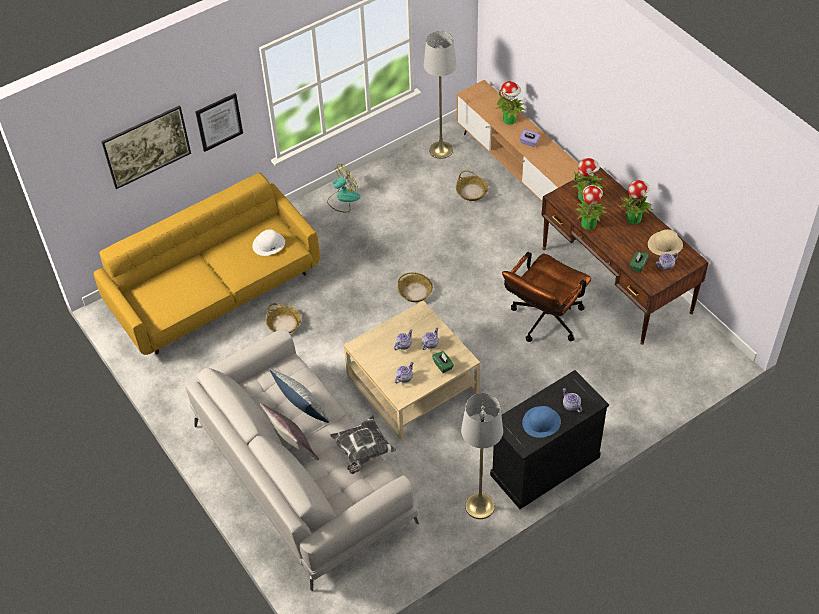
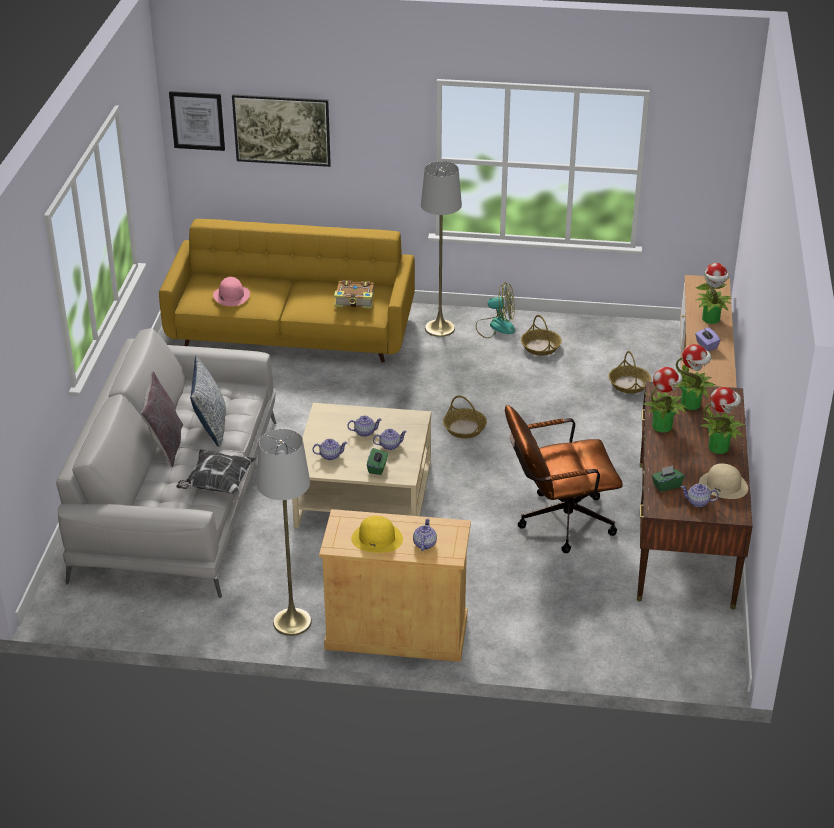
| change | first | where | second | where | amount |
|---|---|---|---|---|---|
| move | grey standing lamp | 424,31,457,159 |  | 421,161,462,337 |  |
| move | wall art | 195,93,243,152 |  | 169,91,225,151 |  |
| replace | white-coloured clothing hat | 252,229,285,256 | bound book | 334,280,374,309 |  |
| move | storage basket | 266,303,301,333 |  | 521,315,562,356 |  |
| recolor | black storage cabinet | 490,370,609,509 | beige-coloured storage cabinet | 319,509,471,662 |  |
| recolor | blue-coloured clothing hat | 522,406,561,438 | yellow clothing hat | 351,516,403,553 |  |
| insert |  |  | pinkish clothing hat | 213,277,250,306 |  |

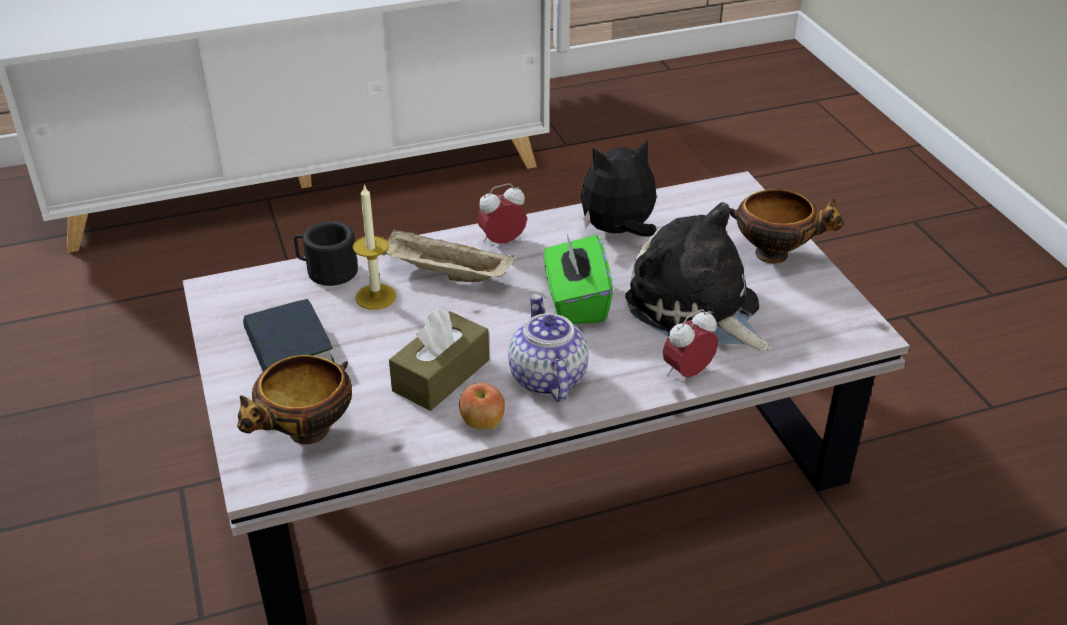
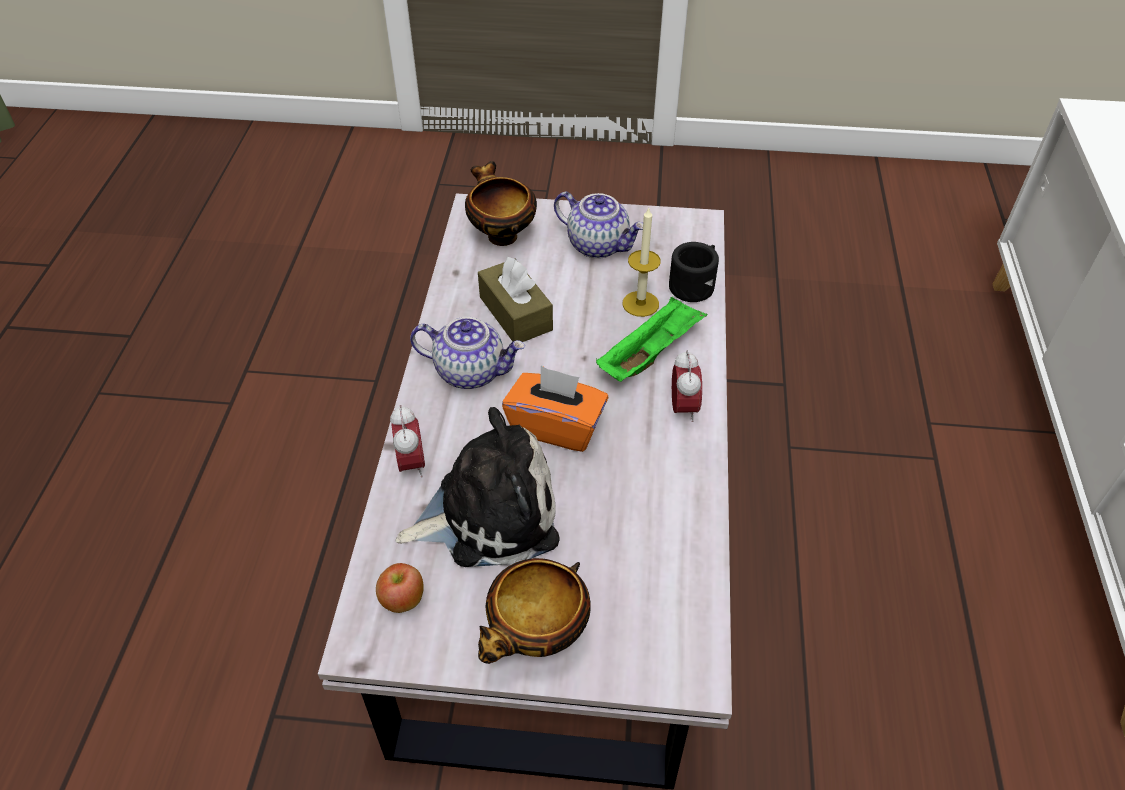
| change | first | where | second | where | amount |
|---|---|---|---|---|---|
| delete | plush toy | 581,139,657,237 |  |  |  |
| recolor | beige-coloured tray | 381,228,515,282 | green-coloured tray | 596,297,707,382 |  |
| recolor | green-coloured tissue box | 544,234,613,324 | orange tissue box | 502,366,608,452 |  |
| replace | bound book | 243,299,335,371 | teapot | 554,192,643,259 |  |
| move | whole apple | 459,383,505,430 |  | 376,563,423,613 |  |

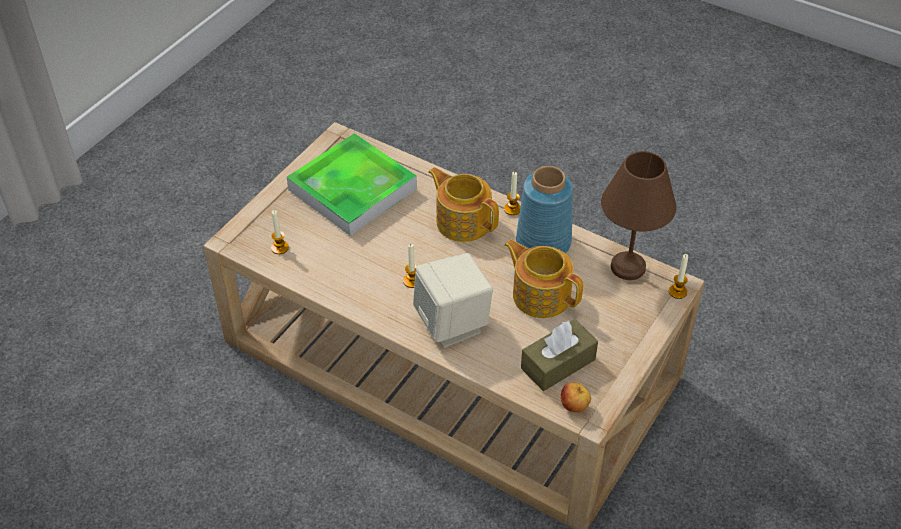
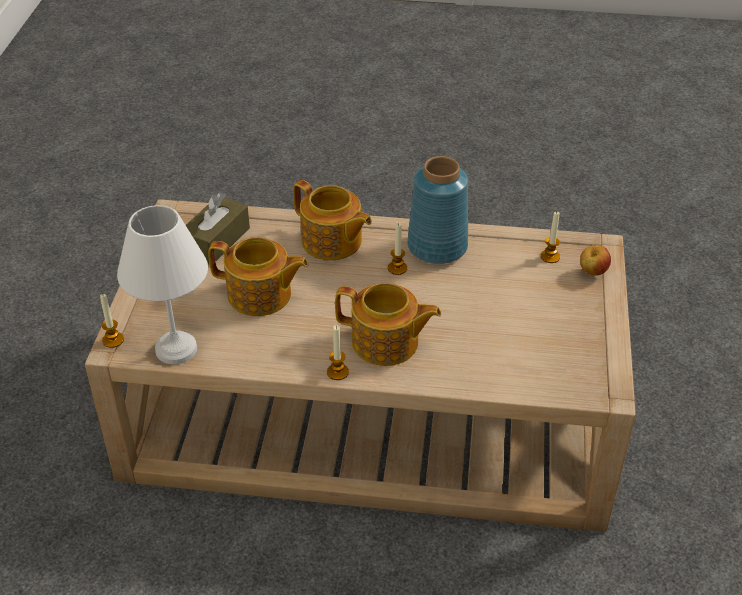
| change | first | where | second | where | amount |
|---|---|---|---|---|---|
| delete | tray | 287,133,417,236 |  |  |  |
| recolor | brown lamp for a table | 601,151,677,280 | white-coloured lamp for a table | 117,205,208,364 |  |
| move | blue-coloured flower vase | 516,166,573,254 |  | 407,156,468,264 |  |
| replace | beige-coloured loudspeaker | 413,253,493,348 | teapot | 293,180,372,261 |  |
| move | whole apple | 561,382,591,412 |  | 580,245,611,276 |  |

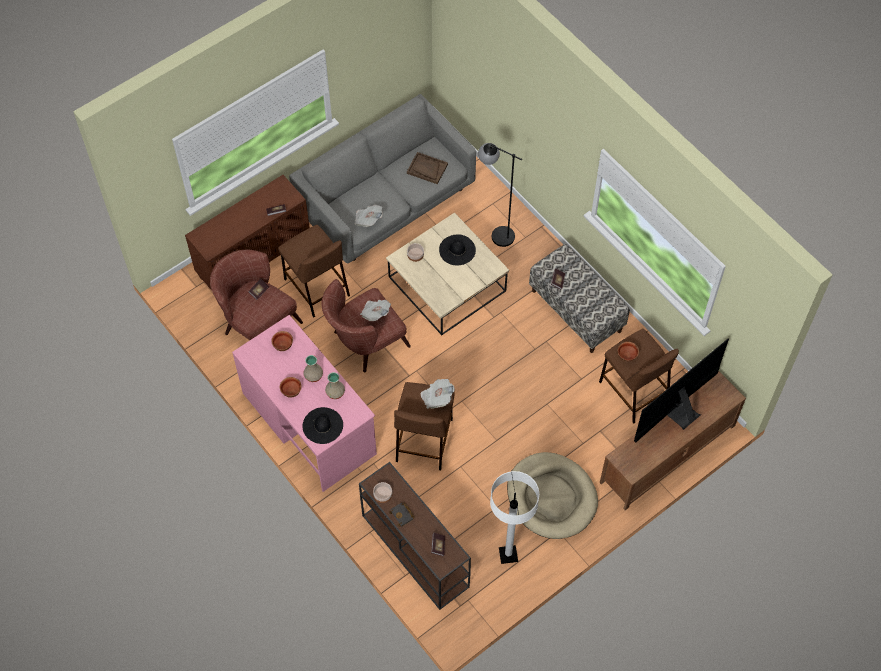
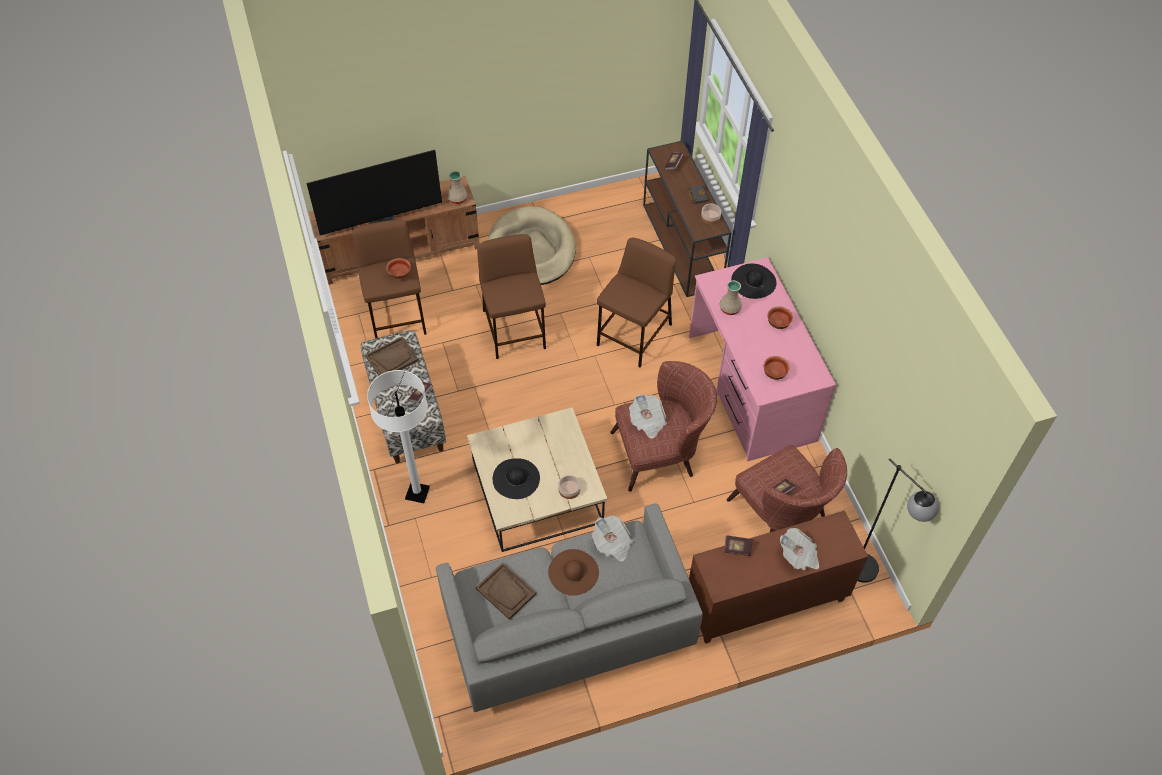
| change | first | where | second | where | amount |
|---|---|---|---|---|---|
| move | black standing lamp | 478,143,522,247 |  | 858,458,939,583 |  |
| move | brown sitting stool | 278,225,350,318 |  | 477,234,546,359 |  |
| move | beige-coloured flower vase | 304,355,323,382 |  | 447,171,467,204 |  |
| move | newspaper | 420,379,455,409 |  | 780,528,819,571 |  |
| move | white-coloured standing lamp | 490,471,539,564 |  | 367,370,430,503 |  |
| insert |  |  | brown tray | 365,336,419,376 |  |
| insert |  |  | brown clothing hat | 548,549,599,596 |  |

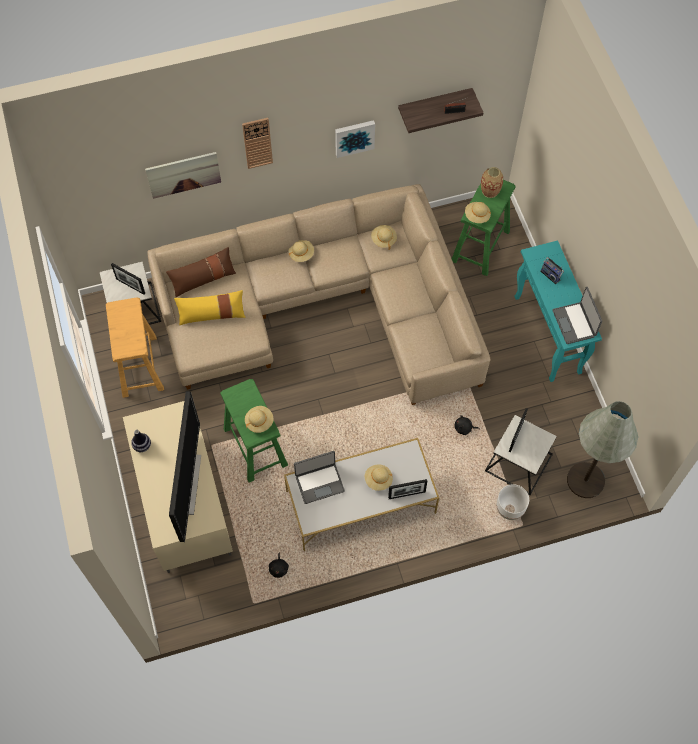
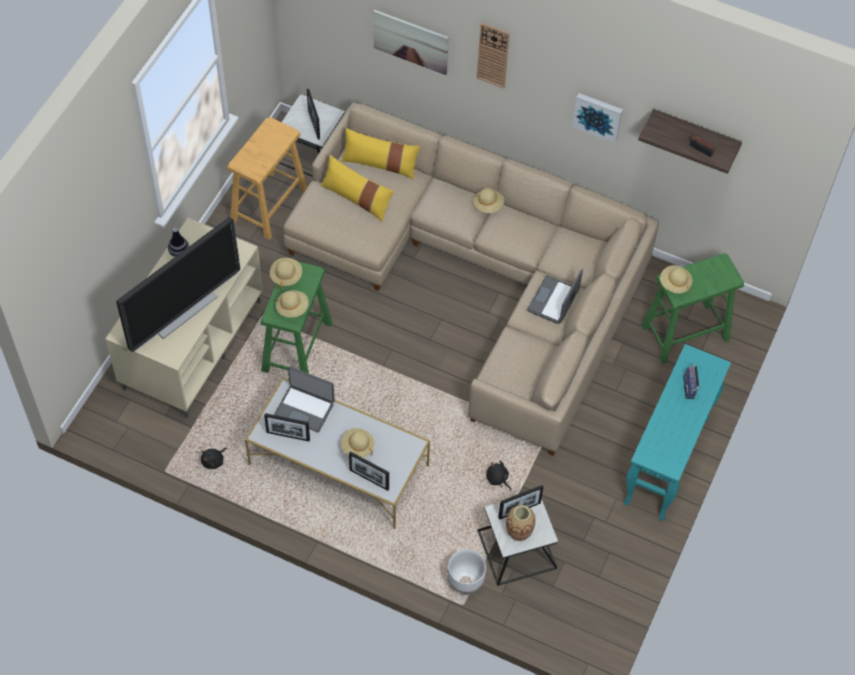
| change | first | where | second | where | amount |
|---|---|---|---|---|---|
| move | flower vase | 481,167,503,198 |  | 506,505,536,541 |  |
| move | beige-coloured clothing hat | 371,225,397,250 |  | 270,258,302,289 |  |
| recolor | brown pillow | 166,247,236,297 | yellow pillow | 341,128,420,179 |  |
| move | portable computer | 552,287,602,344 |  | 527,269,583,324 |  |
| delete | grey standing lamp | 567,401,638,498 |  |  |  |
| insert |  |  | standing frame | 264,413,310,441 |  |

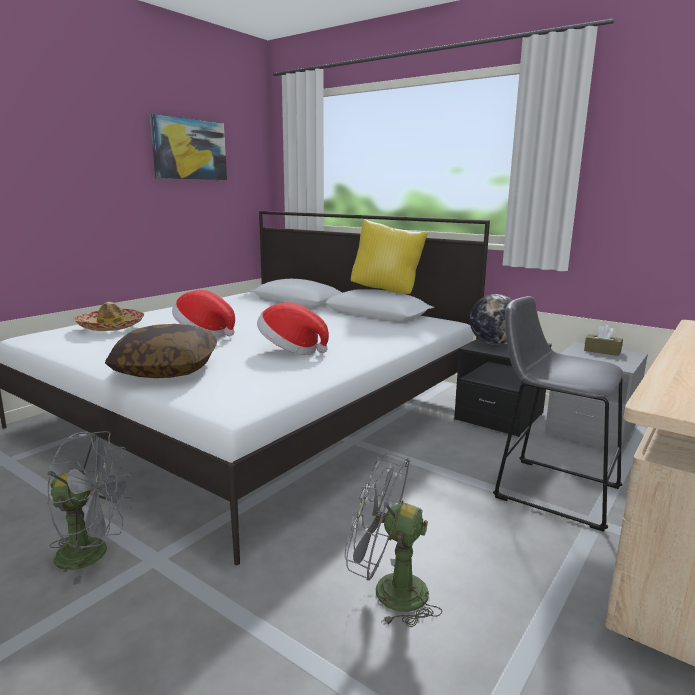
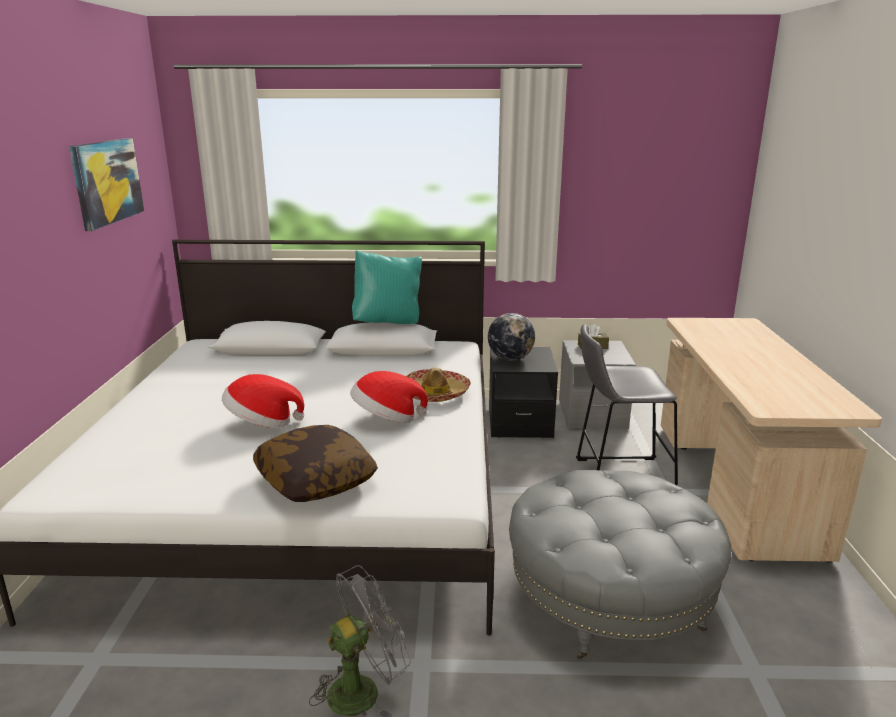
| change | first | where | second | where | amount |
|---|---|---|---|---|---|
| recolor | yellow pillow | 351,218,428,294 | blue-green pillow | 352,250,422,324 |  |
| move | clothing hat | 74,302,144,331 |  | 406,367,471,402 |  |
| replace | grey cooling fan | 345,453,442,627 | grey pouffe | 509,470,731,660 |  |

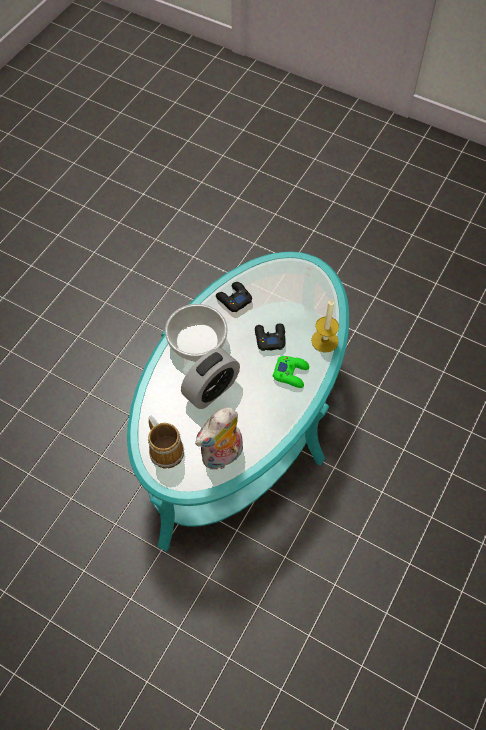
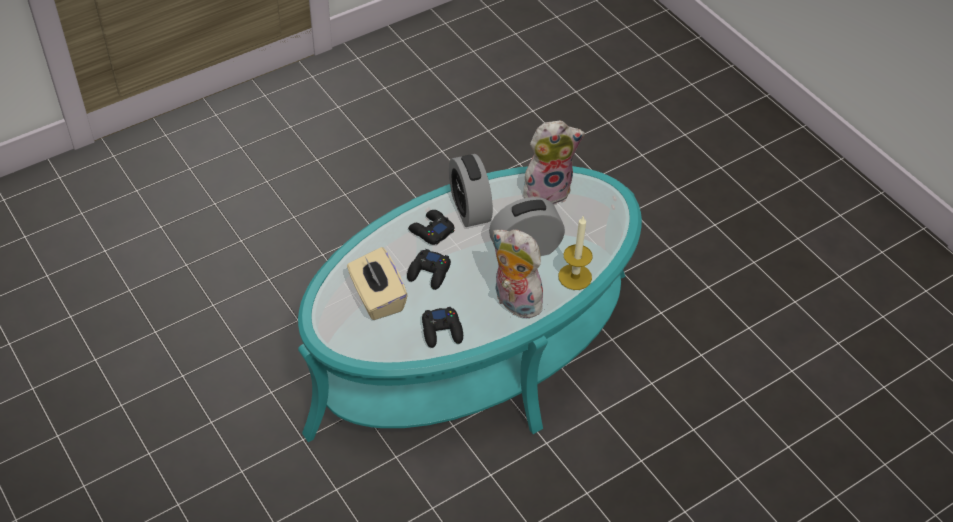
| change | first | where | second | where | amount |
|---|---|---|---|---|---|
| move | wax light | 311,299,339,353 |  | 558,216,593,290 |  |
| replace | serving bowl | 165,304,228,361 | plush toy | 492,229,543,319 |  |
| recolor | green-coloured gamepad | 273,356,309,388 | black gamepad | 408,210,454,245 |  |
| delete | coffee mug | 148,416,184,469 |  |  |  |
| insert |  |  | table clock | 449,154,493,227 |  |
| insert |  |  | beige-coloured tissue box | 347,247,408,320 |  |

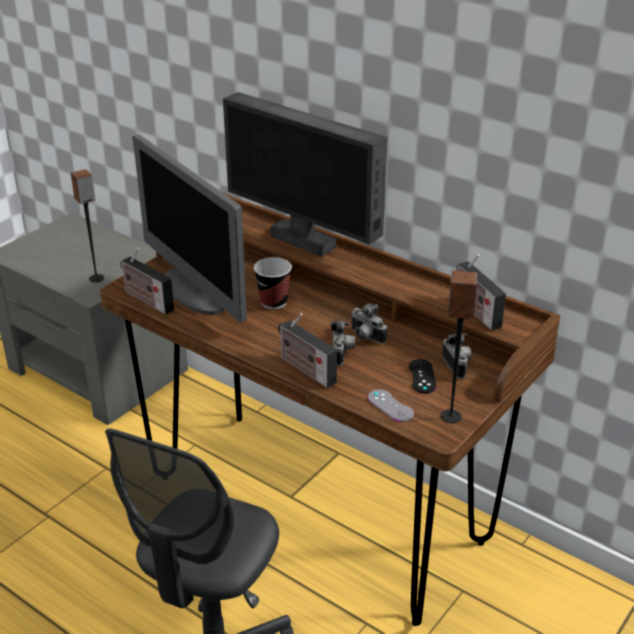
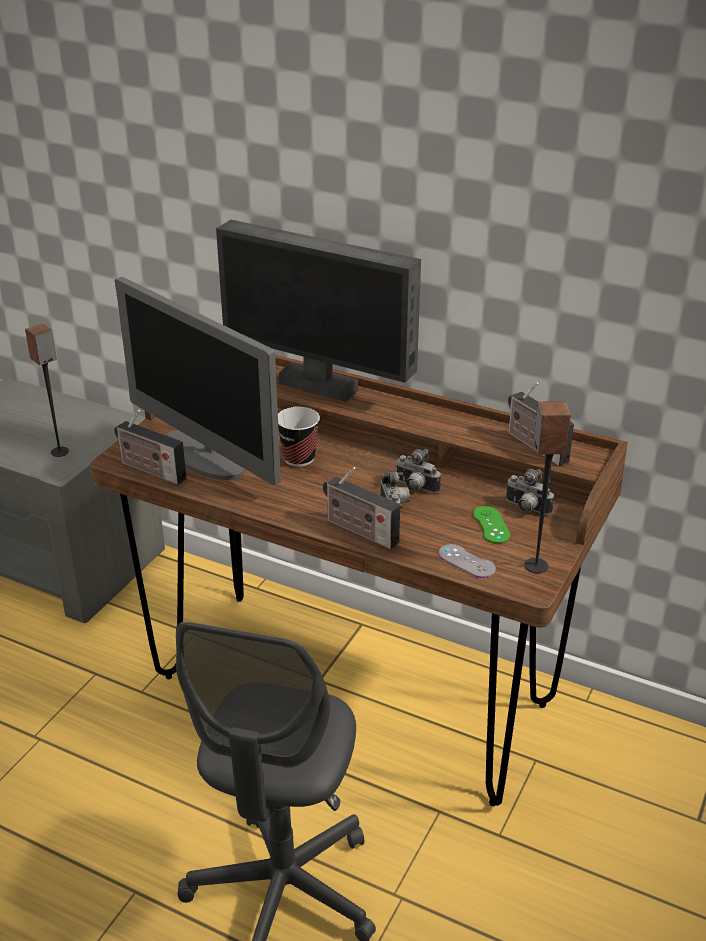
| change | first | where | second | where | amount |
|---|---|---|---|---|---|
| rotate | still camera | 442,333,472,379 |  | 506,469,554,515 | 150 degrees clockwise |
| recolor | black gamepad | 409,359,436,393 | green-coloured gamepad | 473,506,511,544 |  |

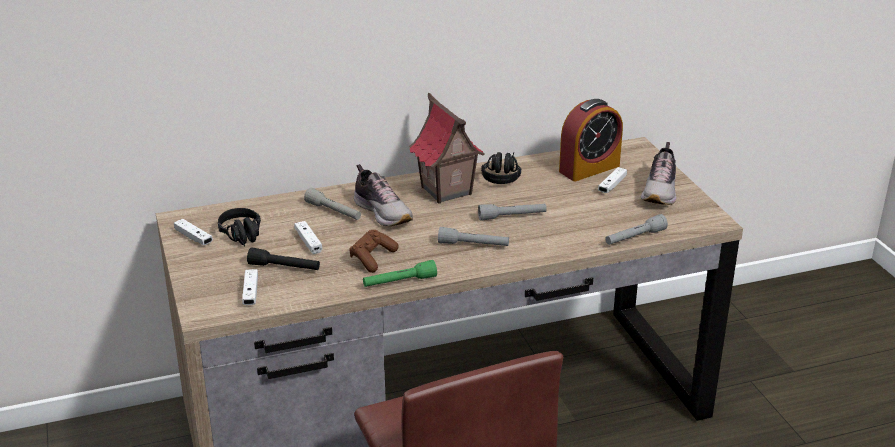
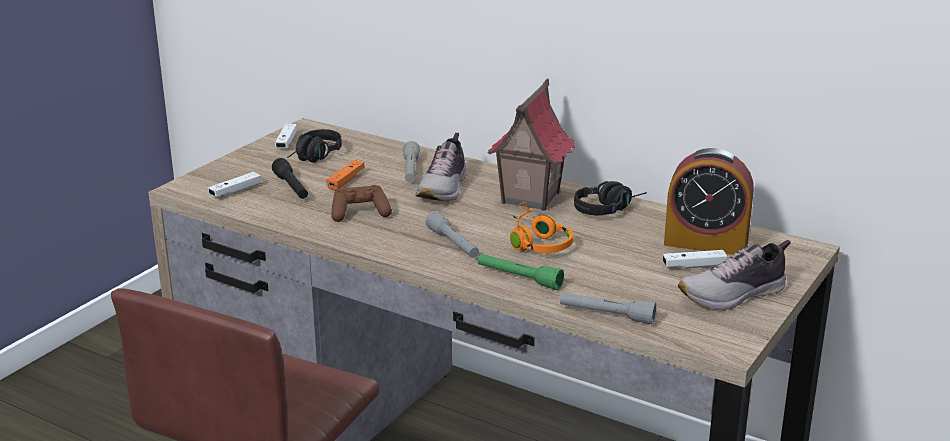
| change | first | where | second | where | amount |
|---|---|---|---|---|---|
| replace | grey flashlight | 478,204,546,221 | orange pair of headphones | 510,202,573,253 |  |
| recolor | white-coloured gamepad | 295,221,322,254 | orange gamepad | 326,160,365,191 |  |
| move | green-coloured flashlight | 363,260,437,287 |  | 478,254,564,290 |  |

